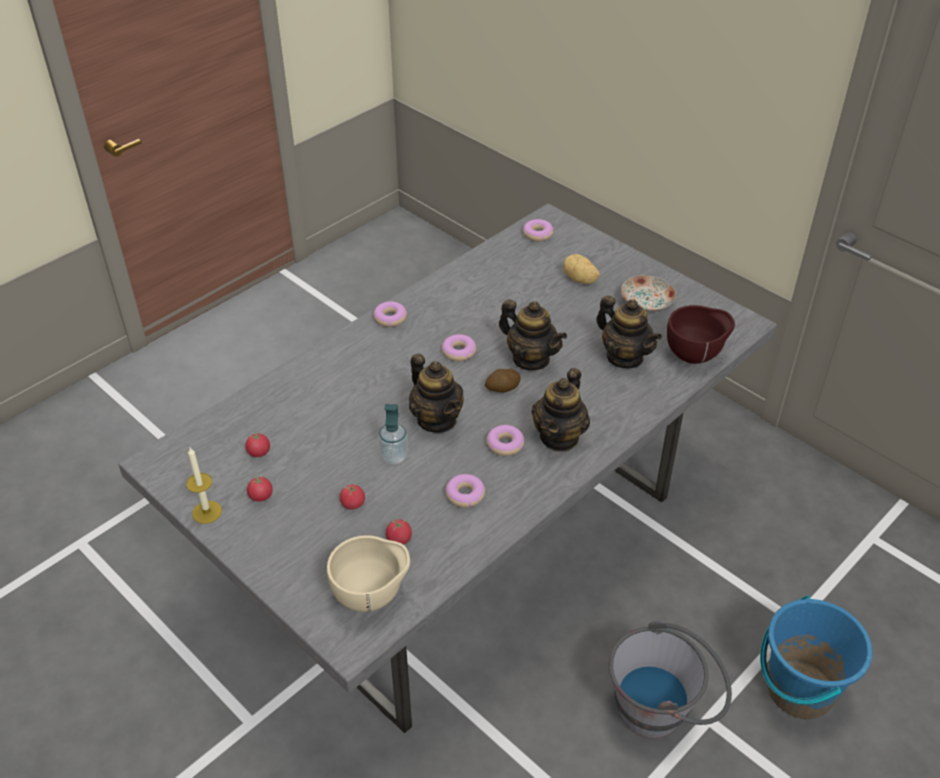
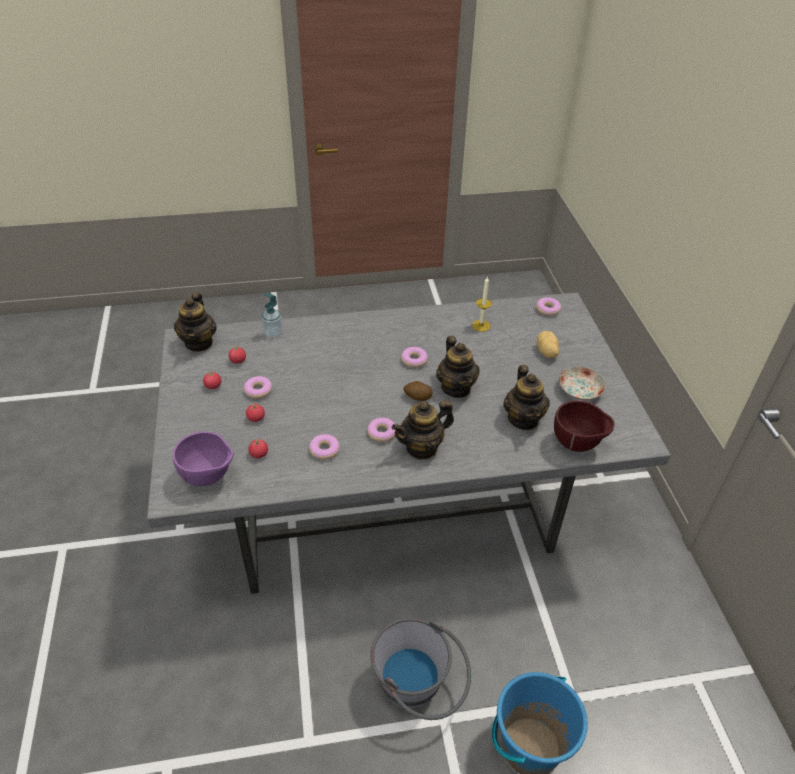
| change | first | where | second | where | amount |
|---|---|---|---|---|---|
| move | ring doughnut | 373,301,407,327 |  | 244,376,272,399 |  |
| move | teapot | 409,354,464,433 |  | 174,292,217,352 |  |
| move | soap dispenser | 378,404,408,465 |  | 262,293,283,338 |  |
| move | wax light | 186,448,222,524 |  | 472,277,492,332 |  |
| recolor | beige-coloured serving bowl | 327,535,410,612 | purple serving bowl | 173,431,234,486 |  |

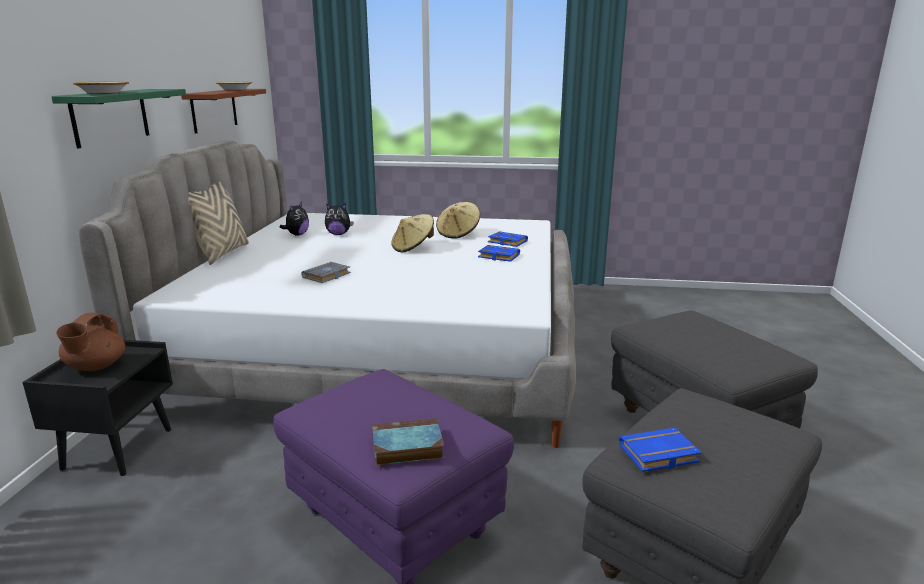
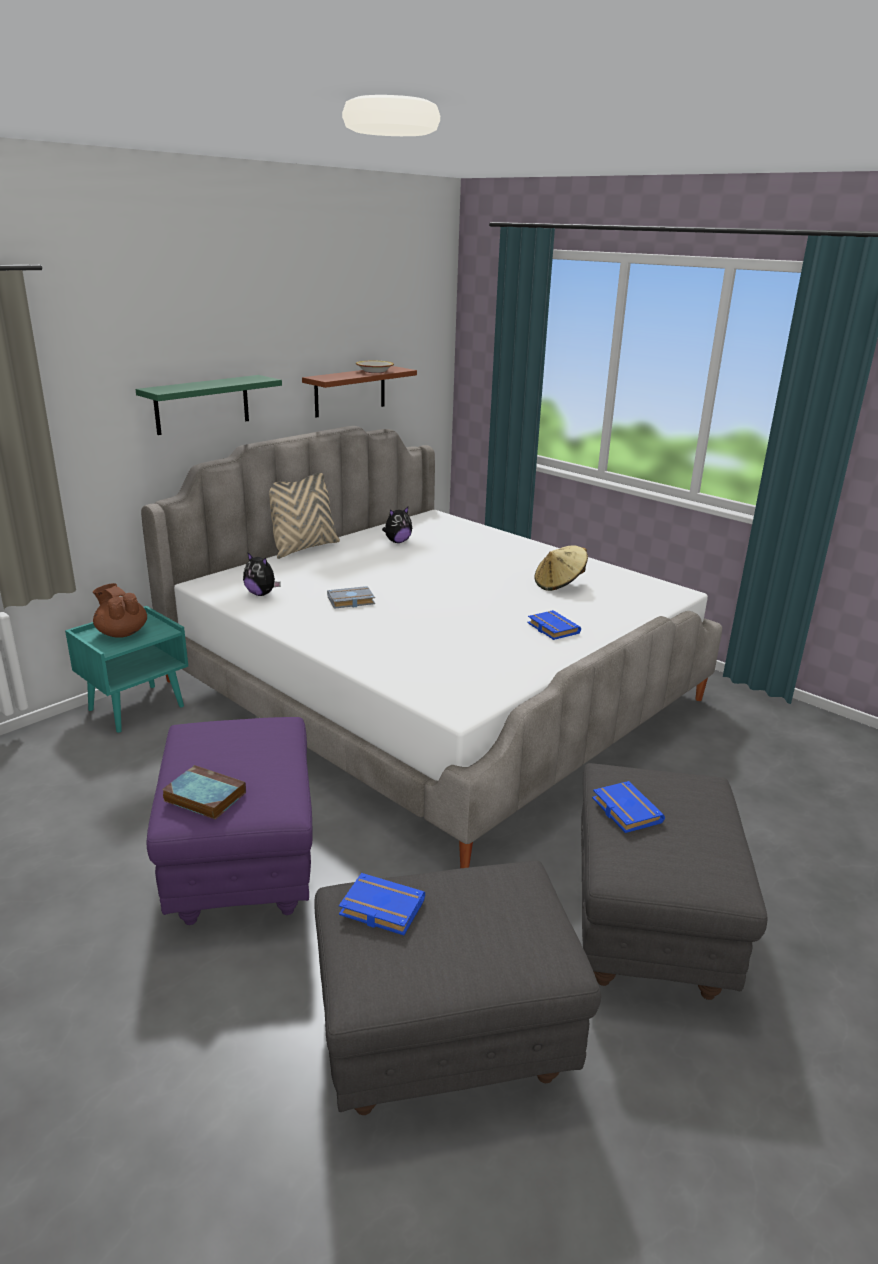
| change | first | where | second | where | amount |
|---|---|---|---|---|---|
| delete | serving bowl | 73,82,129,94 |  |  |  |
| move | plush toy | 325,203,354,235 |  | 243,552,281,596 |  |
| delete | beige-coloured clothing hat | 391,214,434,252 |  |  |  |
| move | blue-coloured bound book | 488,231,528,247 |  | 592,781,665,833 |  |
| rotate | brown teapot | 56,313,125,371 |  | 93,583,147,638 | 90 degrees clockwise |
| recolor | black nightstand | 22,340,173,476 | blue-green nightstand | 65,606,188,733 |  |

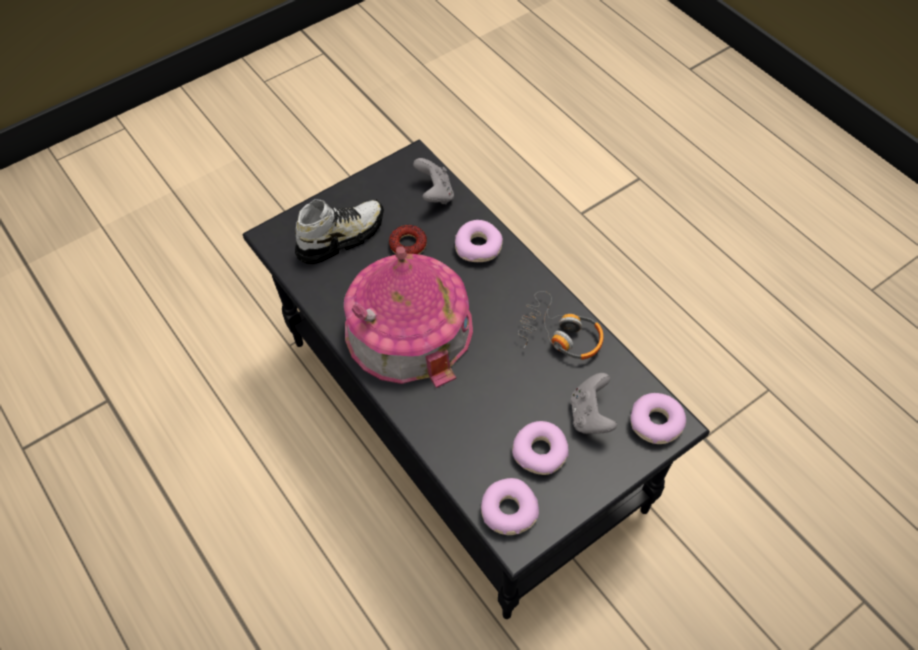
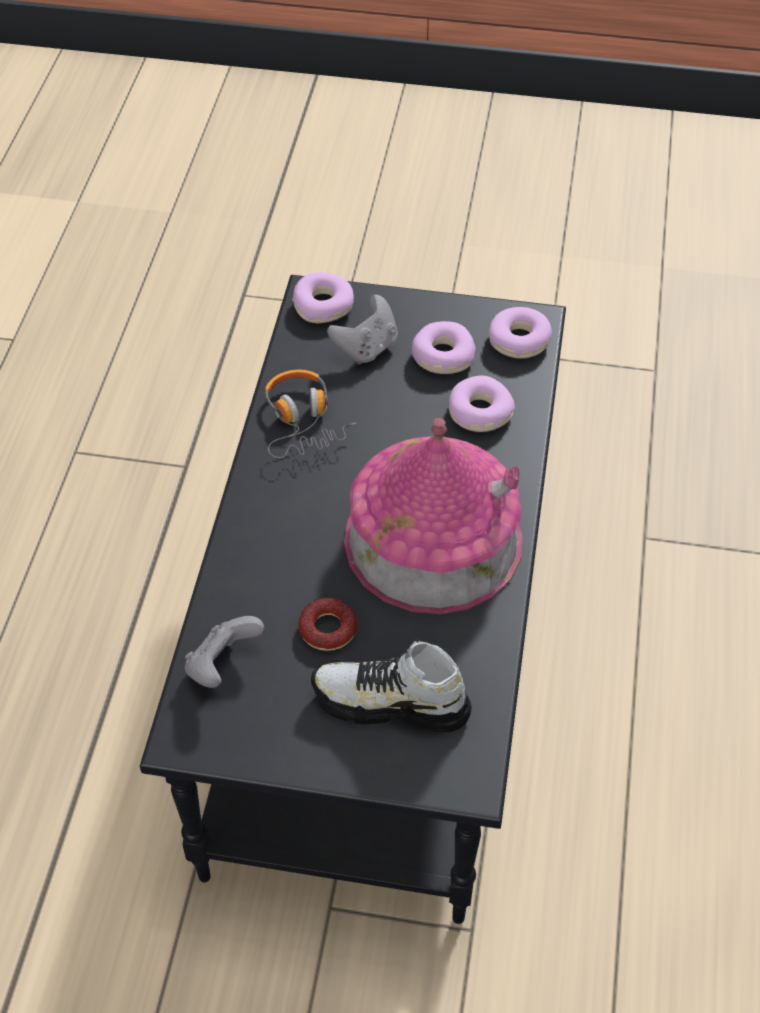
| change | first | where | second | where | amount |
|---|---|---|---|---|---|
| move | ring doughnut | 455,220,503,262 |  | 449,375,515,432 |  |

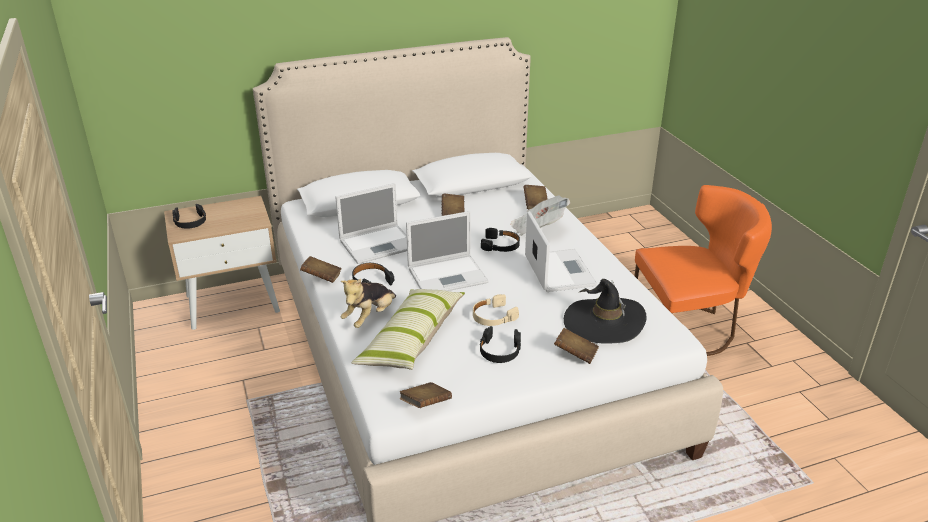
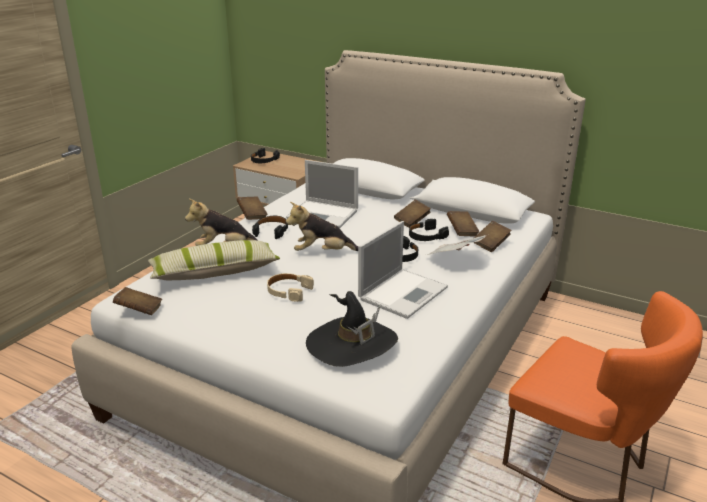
| change | first | where | second | where | amount |
|---|---|---|---|---|---|
| replace | portable computer | 406,211,489,291 | plush toy | 286,202,358,251 |  |
| move | black pair of headphones | 480,326,521,363 |  | 409,219,449,241 |  |
| move | brown bound book | 554,328,599,364 |  | 447,211,479,236 |  |

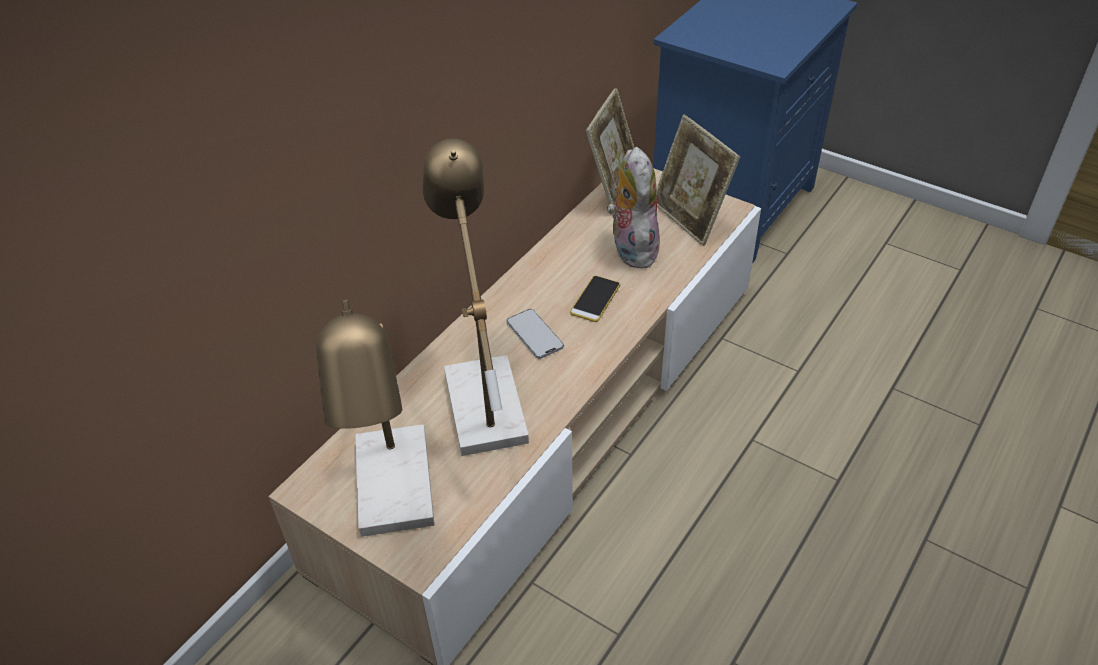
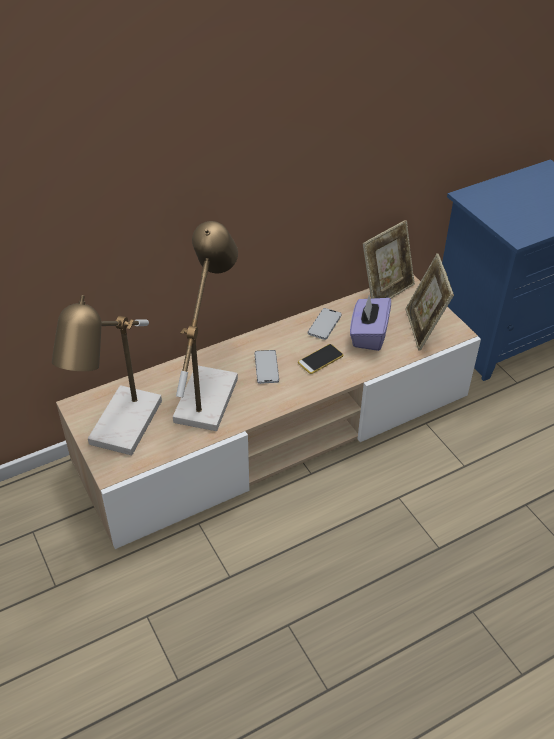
| change | first | where | second | where | amount |
|---|---|---|---|---|---|
| replace | plush toy | 607,147,660,269 | purple tissue box | 350,295,391,351 |  |
| insert |  |  | handset | 308,308,342,340 |  |

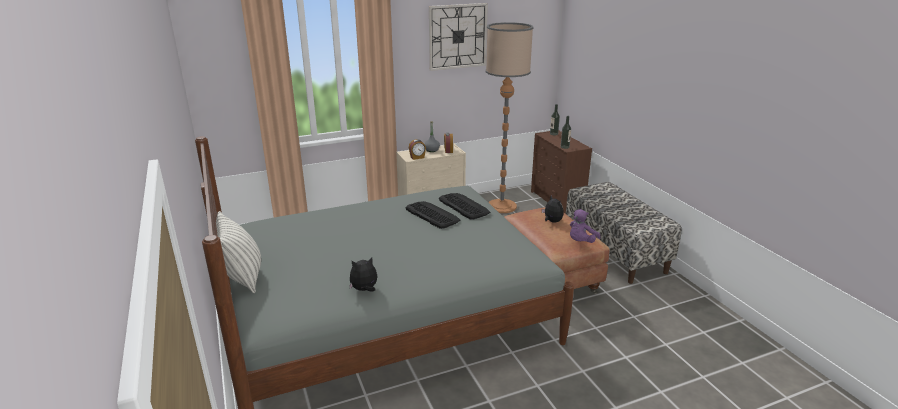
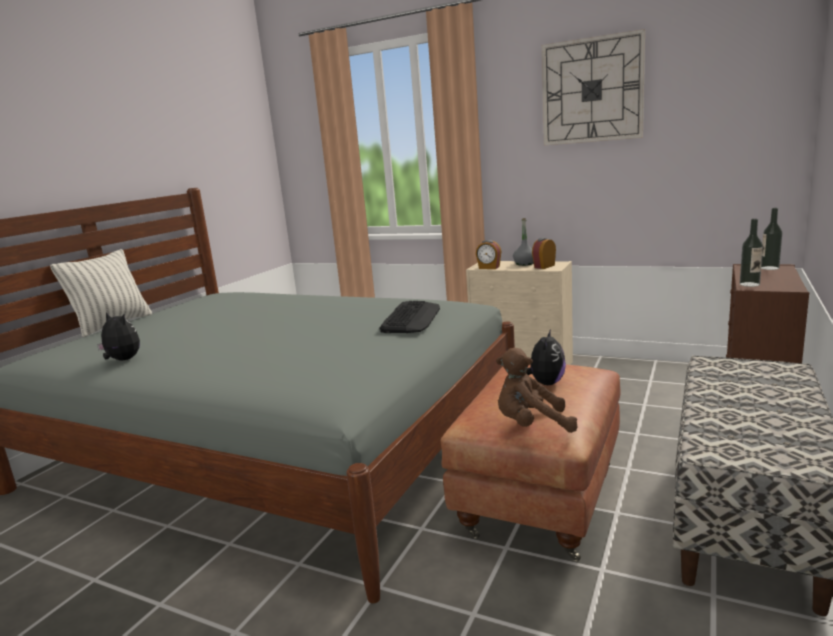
| change | first | where | second | where | amount |
|---|---|---|---|---|---|
| delete | standing lamp | 486,22,534,213 |  |  |  |
| delete | keyboard | 405,201,460,229 |  |  |  |
| recolor | purple plush toy | 570,209,601,243 | brown plush toy | 496,348,578,433 |  |

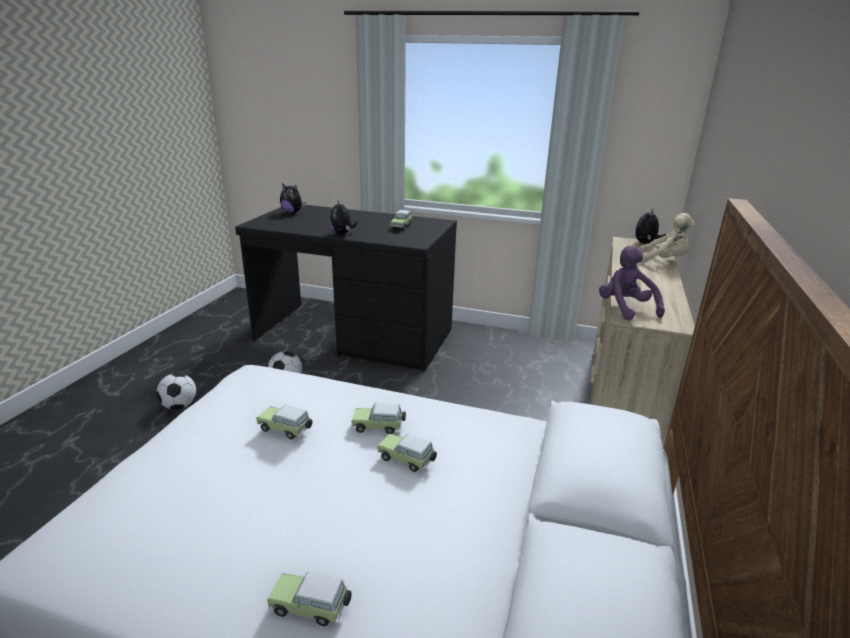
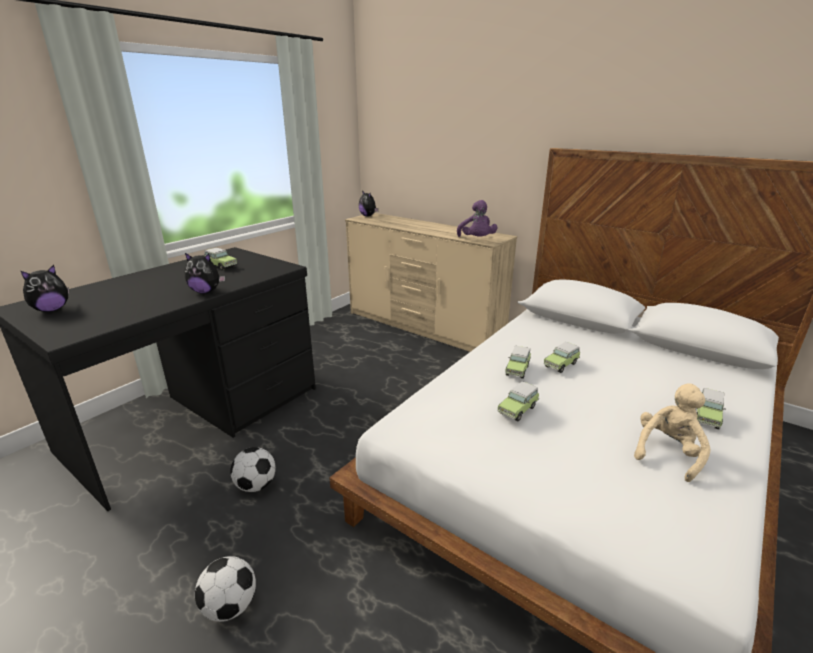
| change | first | where | second | where | amount |
|---|---|---|---|---|---|
| move | beige-coloured plush toy | 640,213,695,263 |  | 634,383,711,482 |  |
| rotate | purple plush toy | 599,246,665,321 |  | 457,200,497,237 | 105 degrees counterclockwise |

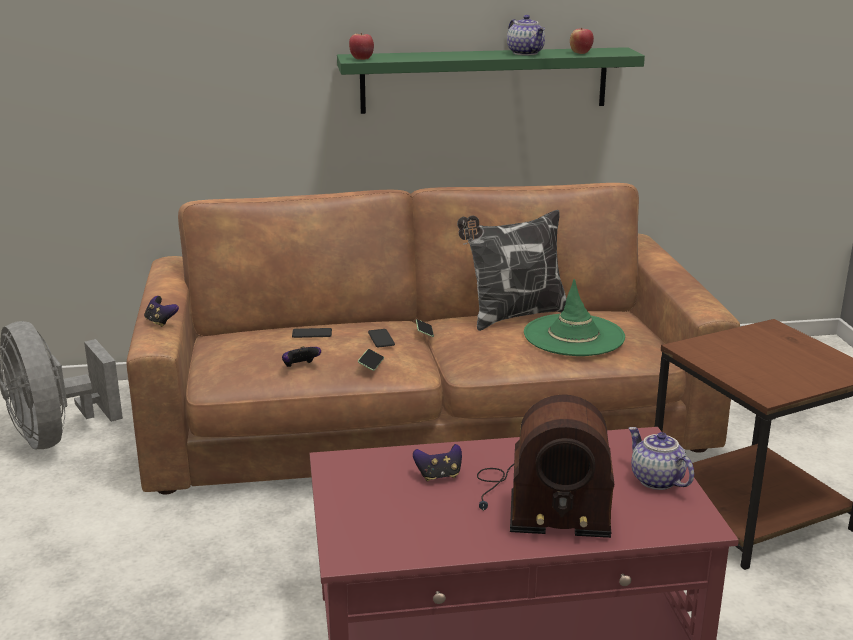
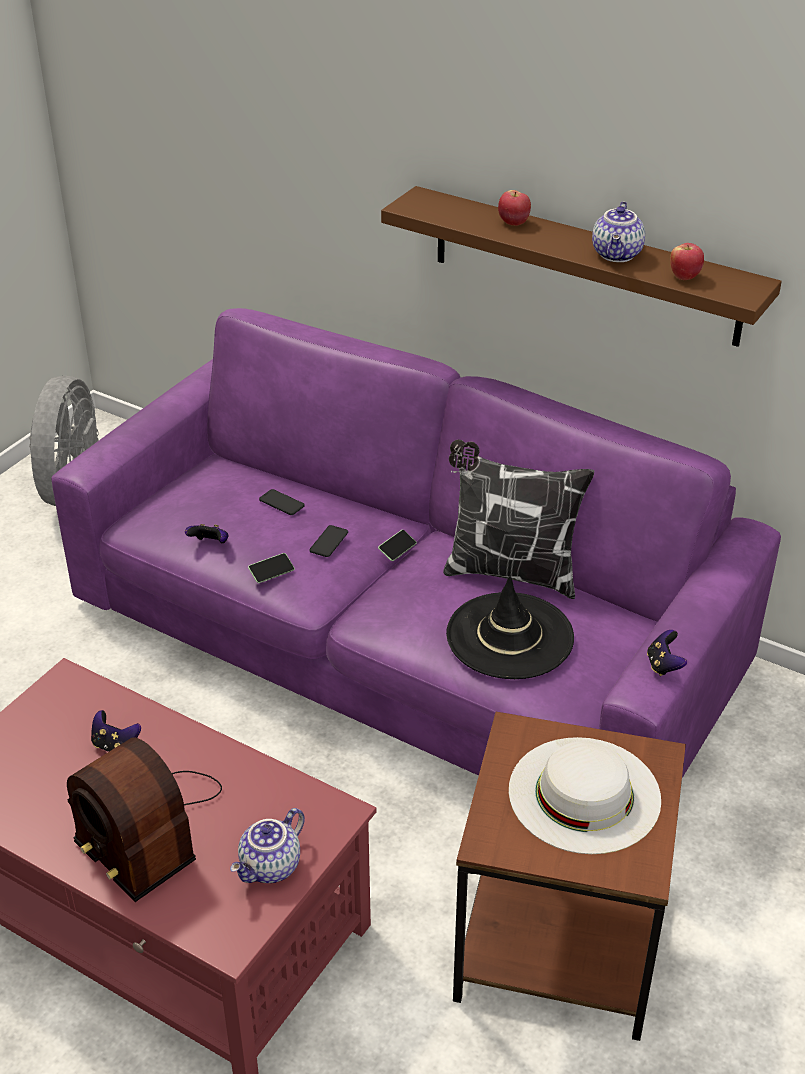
| change | first | where | second | where | amount |
|---|---|---|---|---|---|
| move | whole apple | 349,33,374,60 |  | 498,190,531,226 |  |
| recolor | green-coloured wall shelf | 337,47,645,114 | brown wall shelf | 381,186,782,347 |  |
| recolor | brown sofa | 127,183,740,495 | purple sofa | 51,308,781,778 |  |
| recolor | green-coloured clothing hat | 524,279,625,356 | black clothing hat | 446,576,574,679 |  |
| move | gamepad | 144,296,179,327 |  | 647,630,687,676 |  |
| rotate | teapot | 629,427,694,490 |  | 230,808,305,883 | 150 degrees counterclockwise |
| insert |  |  | white-coloured clothing hat | 509,737,661,854 |  |

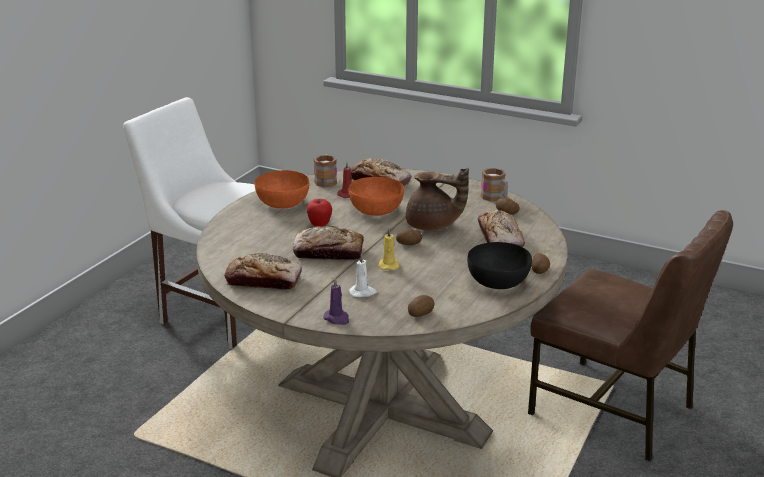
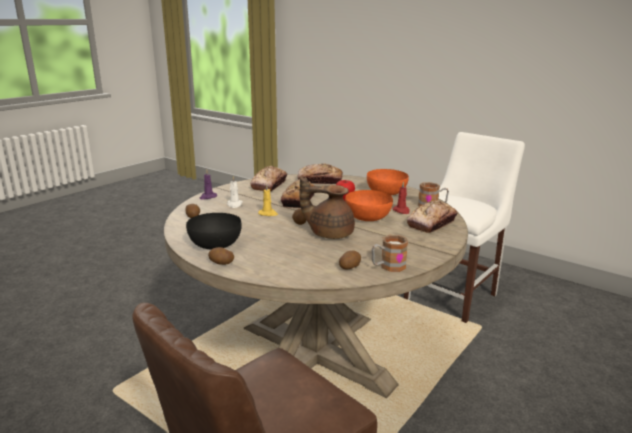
| change | first | where | second | where | amount |
|---|---|---|---|---|---|
| rotate | brown teapot | 406,168,469,231 |  | 300,176,355,239 | 75 degrees clockwise |
| move | bread | 478,210,525,247 |  | 298,163,343,185 |  |

